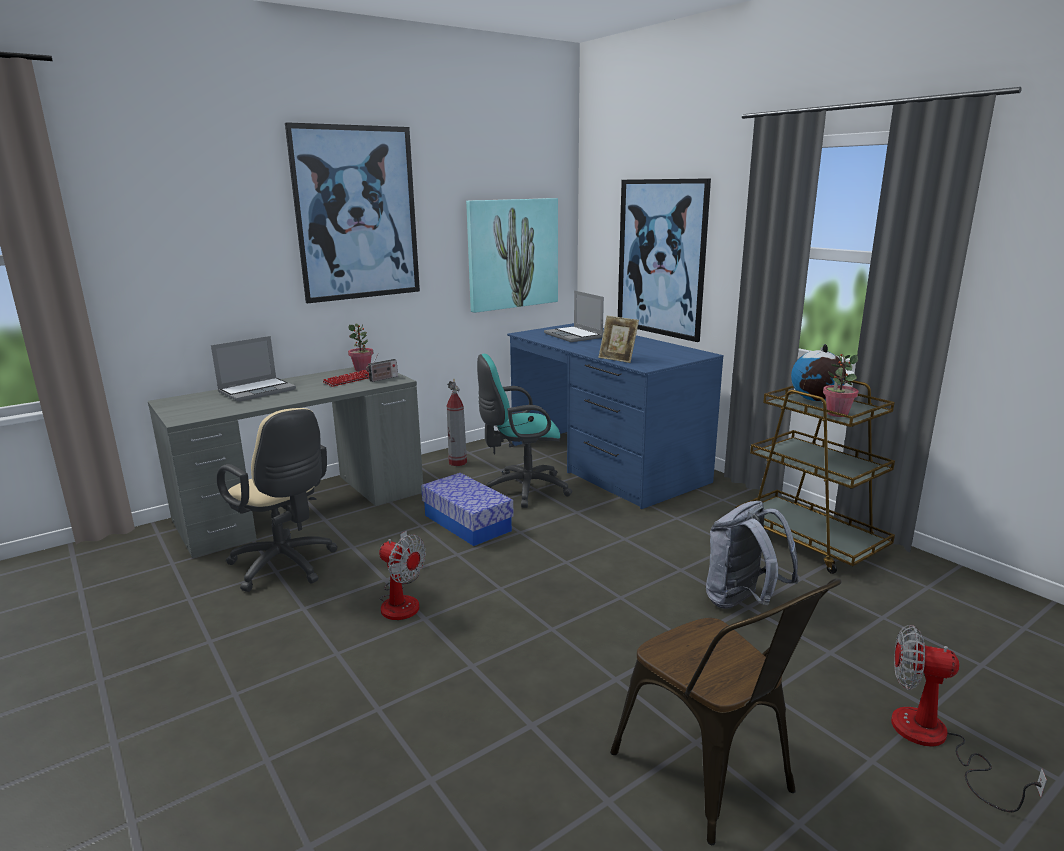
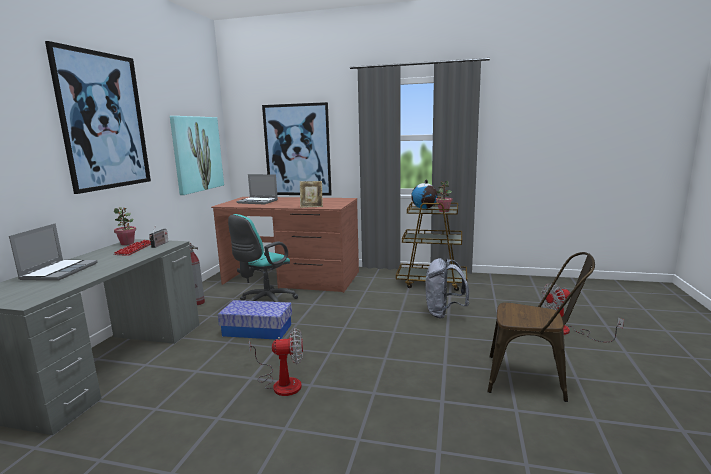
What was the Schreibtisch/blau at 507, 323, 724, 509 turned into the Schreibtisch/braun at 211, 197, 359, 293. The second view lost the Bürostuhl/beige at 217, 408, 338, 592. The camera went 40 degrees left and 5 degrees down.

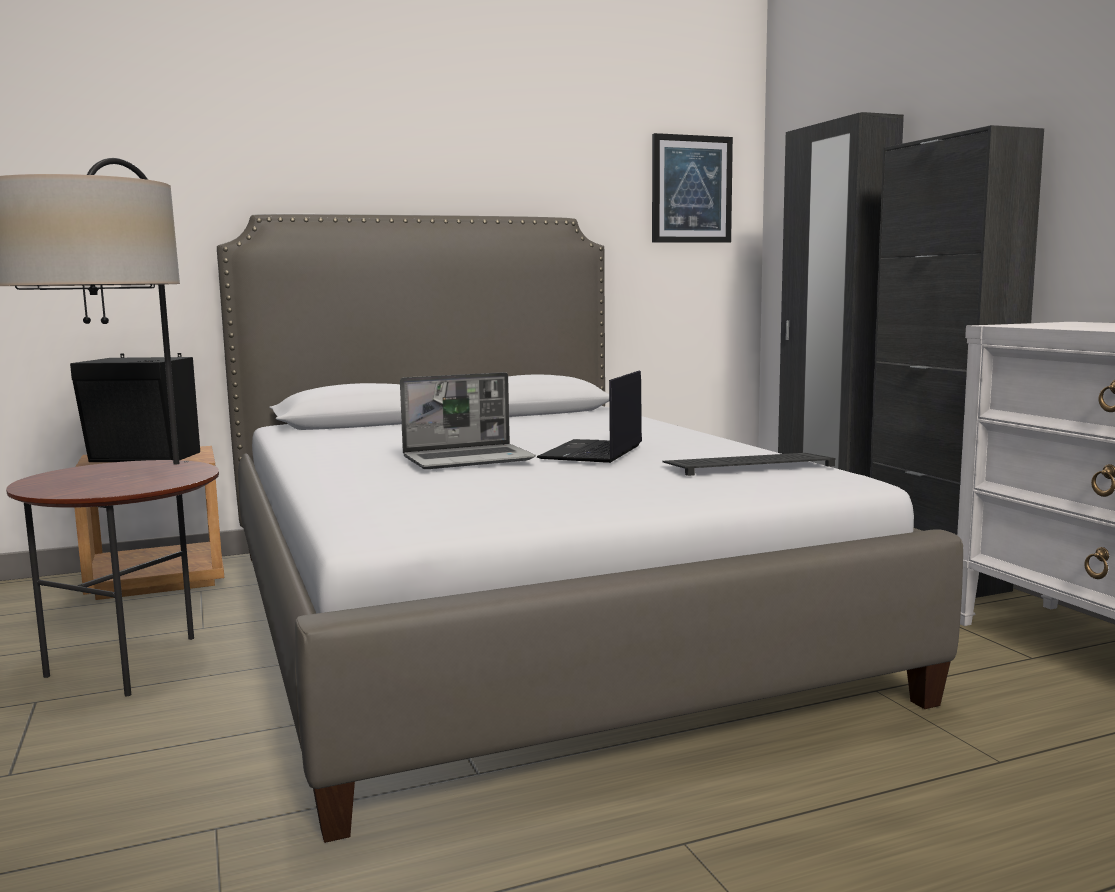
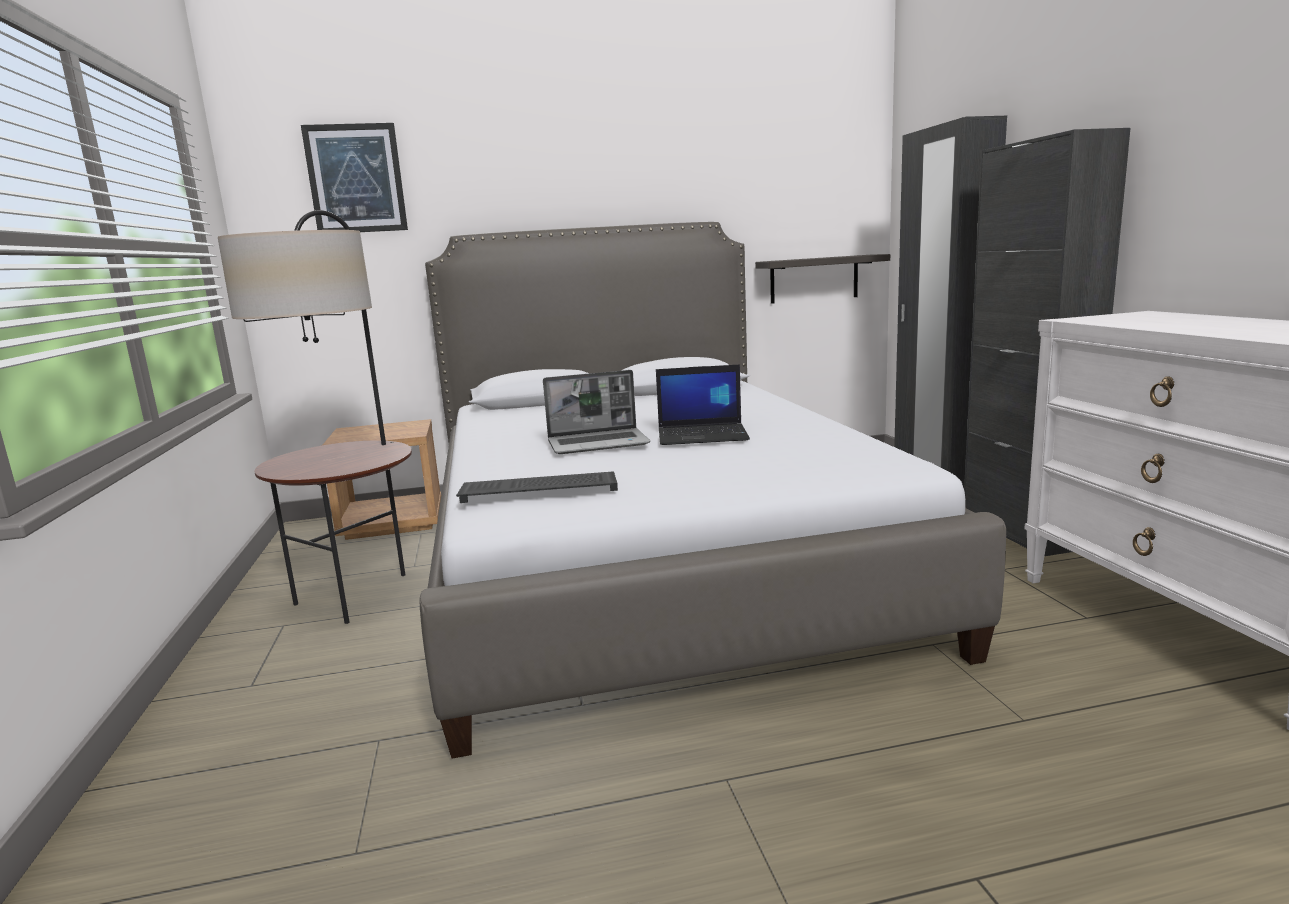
The Bild ended up elsewhere, having gone from 652, 133, 733, 243 to 301, 123, 408, 232. The Tastatur ended up elsewhere, having gone from 663, 453, 836, 476 to 456, 471, 618, 503. The Laptop at 537, 370, 642, 463 ended up facing another way, 120 degrees counterclockwise from before. The second view gained the Wandregal at 755, 254, 890, 304. The second view lost the Lautsprecher/schwarz at 70, 353, 200, 462. The camera went 10 degrees right and 5 degrees up.

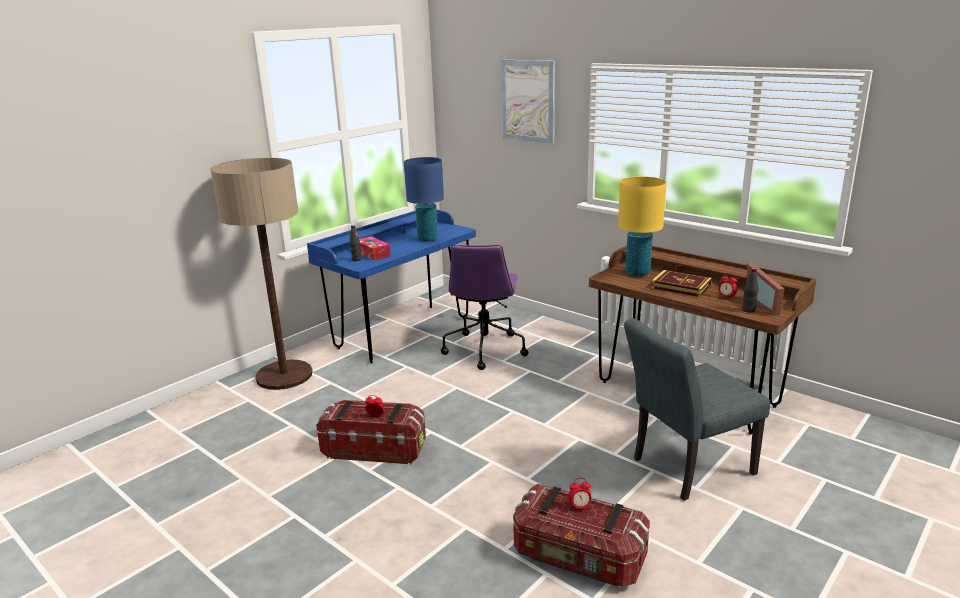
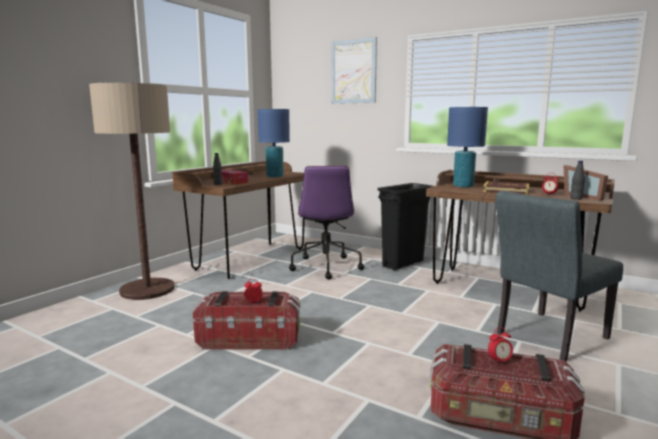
What was the Schreibtisch/blau at 307, 209, 476, 364 turned into the Schreibtisch/braun at 172, 161, 305, 279. The second view gained the Mülleimer/schwarz at 377, 183, 433, 270. What was the Tischlampe/gelb at 618, 176, 667, 276 turned into the Tischlampe/blau at 447, 107, 488, 188. The camera went 10 degrees left and 10 degrees down.

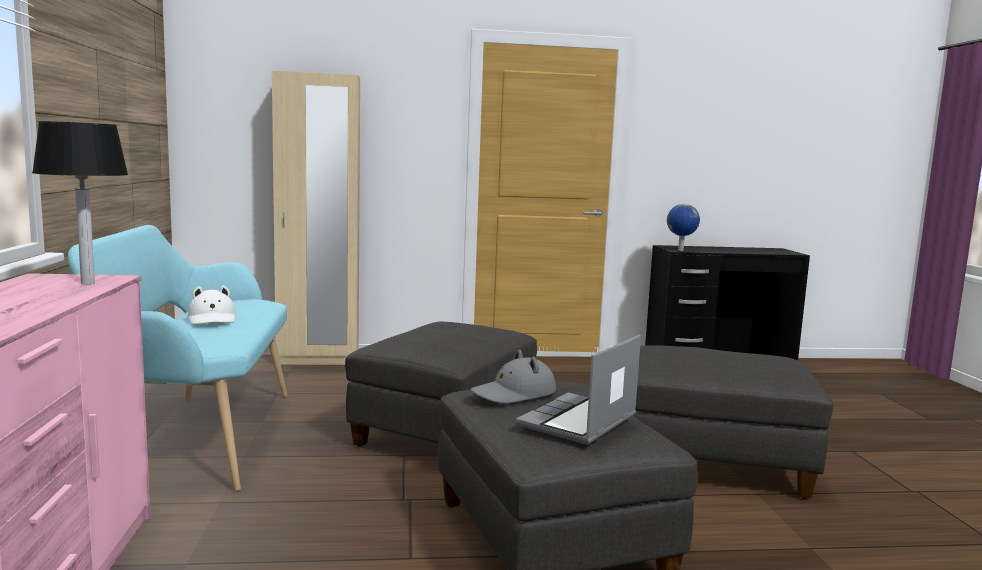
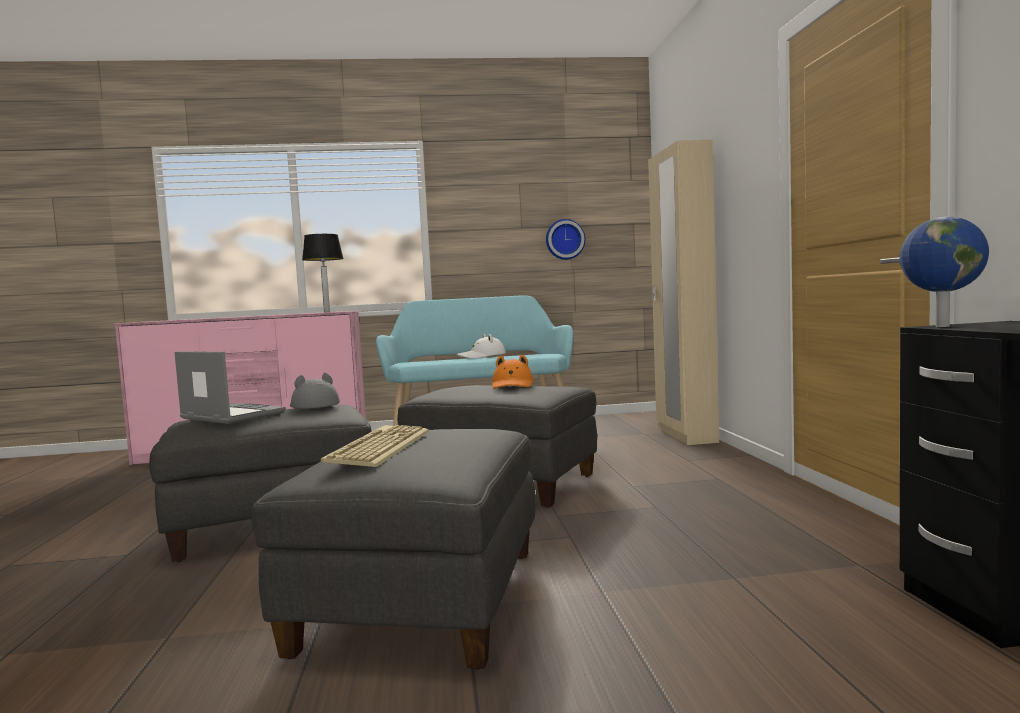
The second view gained the Tastatur at 321, 425, 429, 467. The second view gained the Hut/orange at 492, 355, 533, 389. The second view gained the Wanduhr at 546, 219, 585, 260. The camera went 90 degrees right and 5 degrees down.

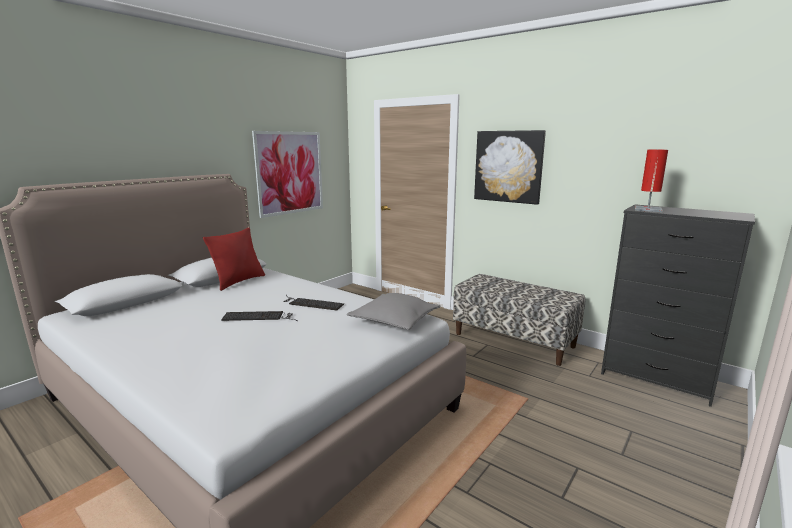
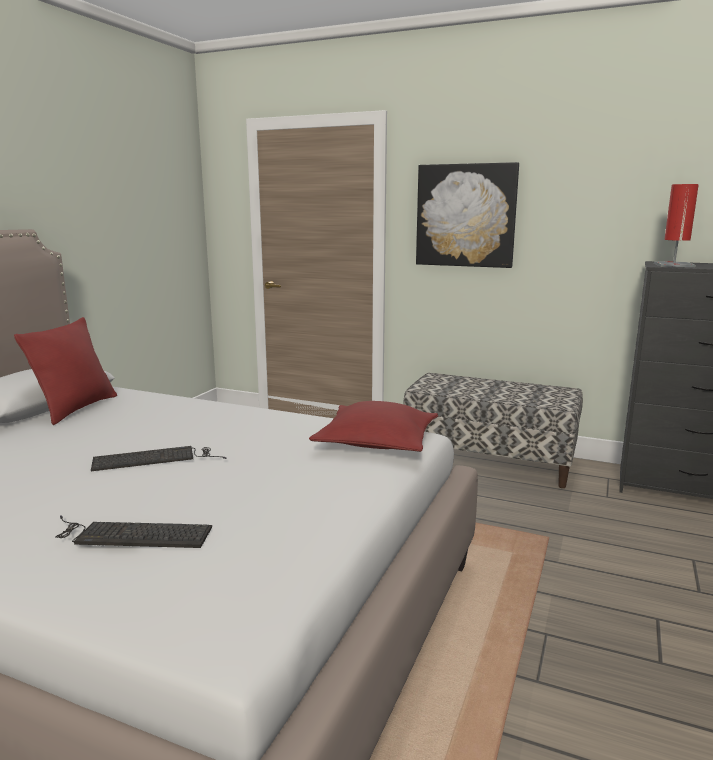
The Tastatur ended up elsewhere, having gone from 283, 295, 344, 311 to 55, 515, 212, 548. What was the Kissen/grau at 347, 293, 441, 330 turned into the Kissen/rot at 309, 401, 438, 452. The second view lost the Bild at 252, 131, 323, 218. The camera went 15 degrees left and 0 degrees up.

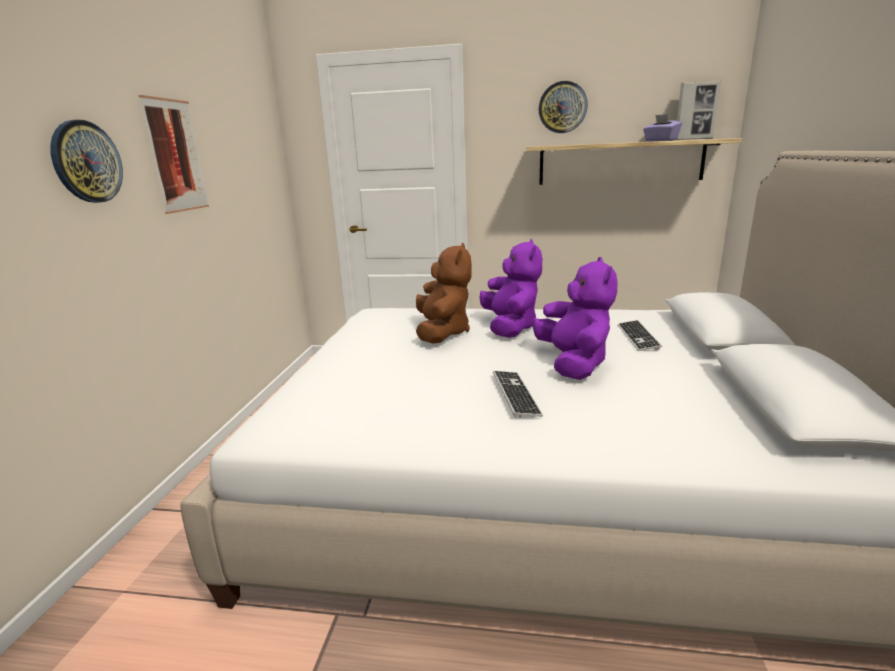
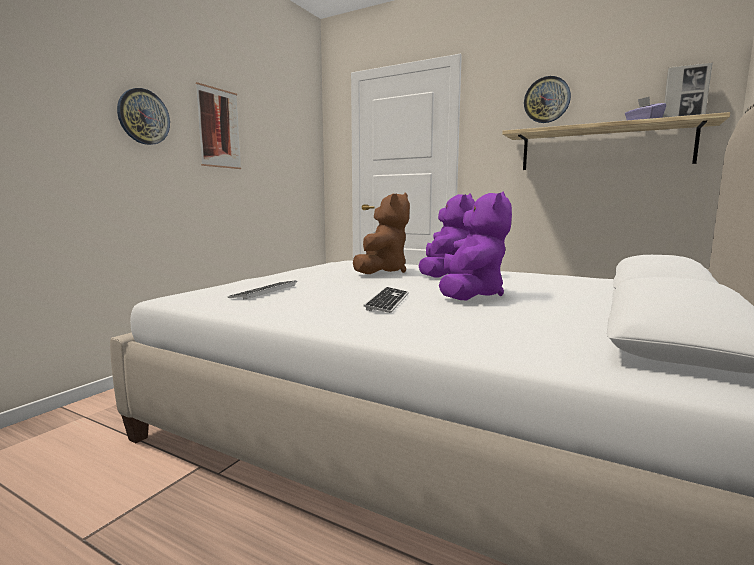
The Tastatur ended up elsewhere, having gone from 618, 320, 662, 351 to 228, 281, 297, 299. The camera went 20 degrees right and 10 degrees down.

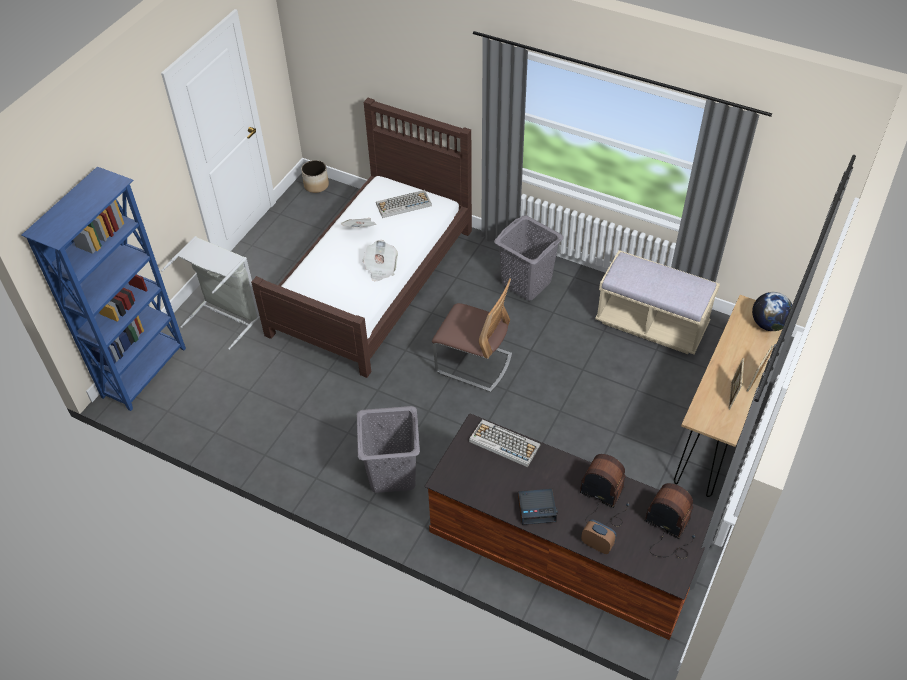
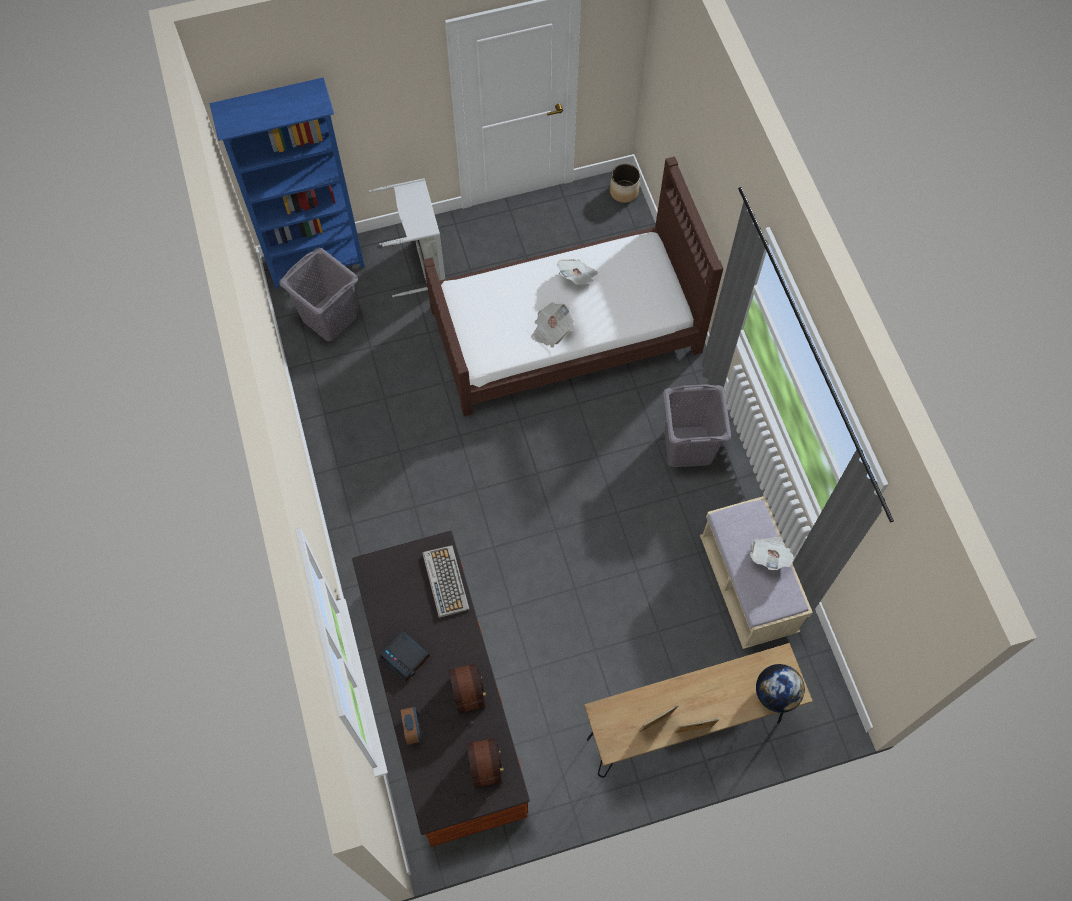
The Wäschekorb/grau ended up elsewhere, having gone from 357, 406, 420, 493 to 279, 248, 358, 342. The second view gained the Zeitung at 750, 536, 795, 570. The second view lost the Tastatur at 376, 190, 432, 218. The second view lost the Stuhl at 432, 278, 512, 392. The camera went 45 degrees right and 15 degrees up.

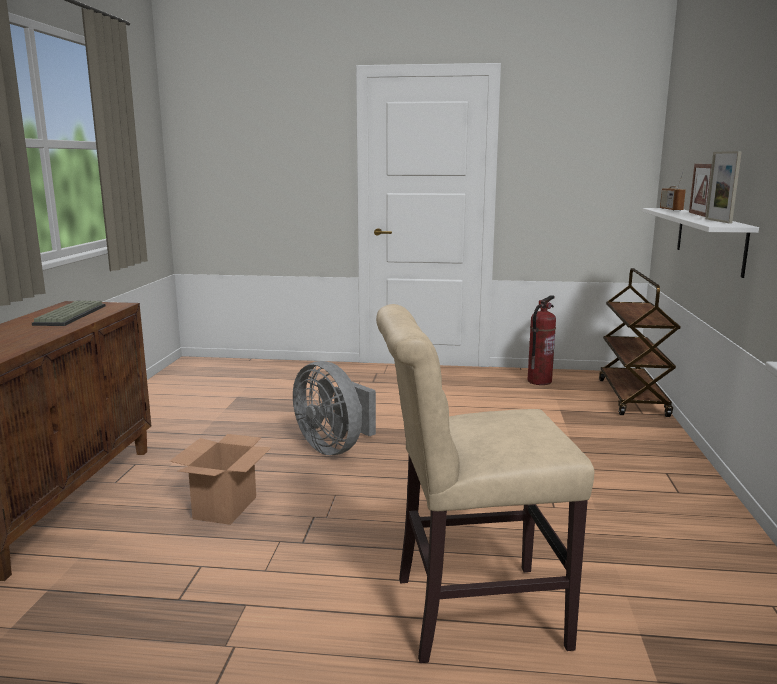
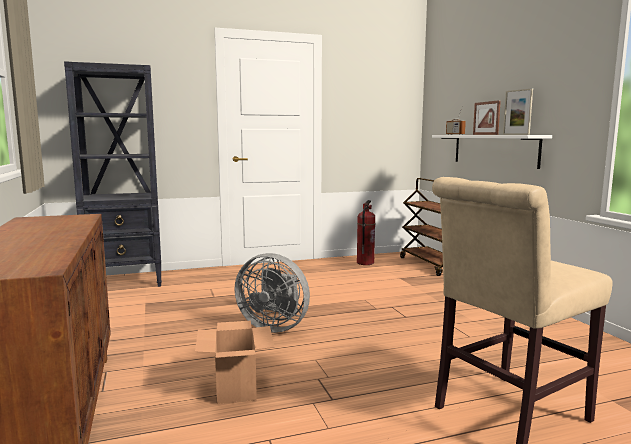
The second view gained the Bücherregal/schwarz at 64, 61, 162, 287. The second view lost the Tastatur at 32, 301, 106, 326. The camera went 25 degrees left and 5 degrees down.

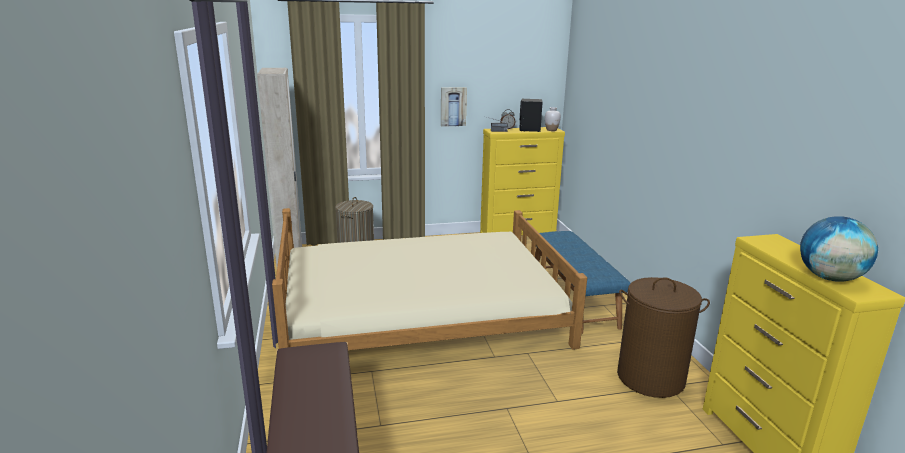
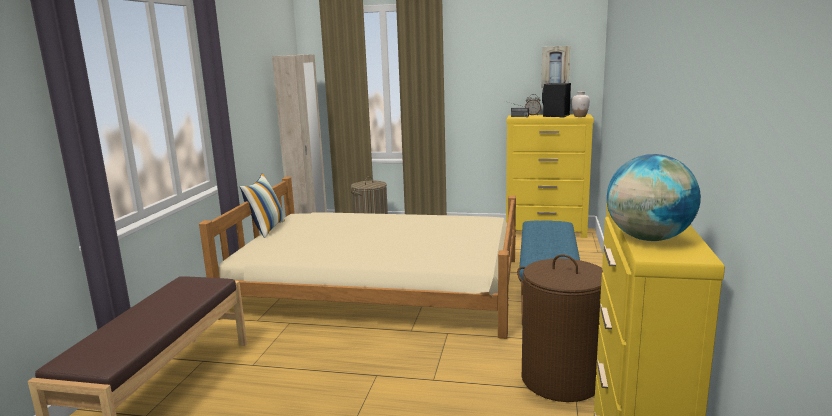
The second view gained the Kissen at 240, 173, 285, 238. The Bild ended up elsewhere, having gone from 441, 87, 467, 127 to 541, 46, 570, 88. The camera went 25 degrees right and 5 degrees down.

